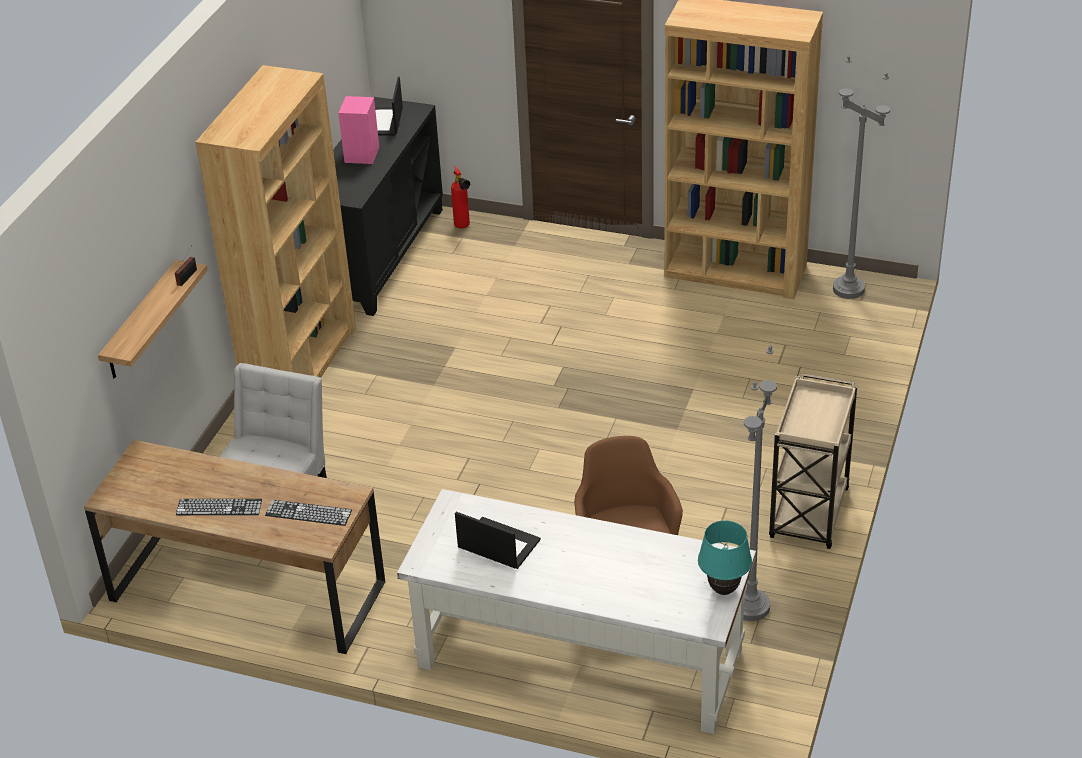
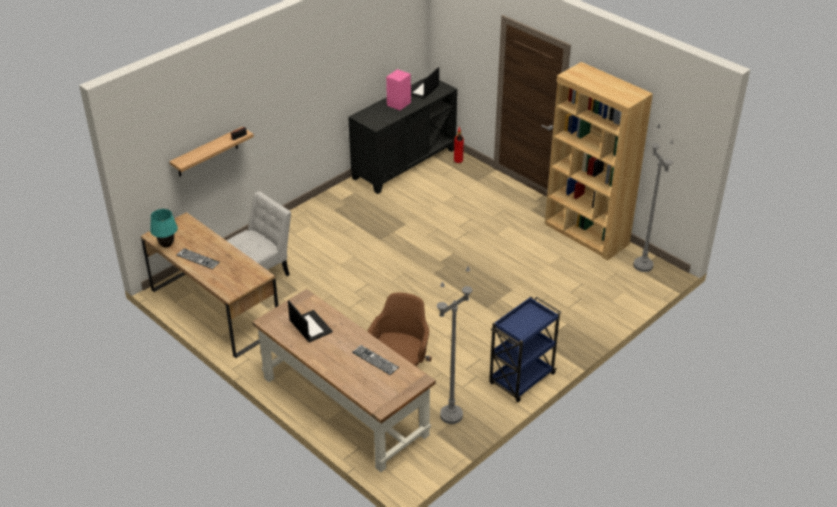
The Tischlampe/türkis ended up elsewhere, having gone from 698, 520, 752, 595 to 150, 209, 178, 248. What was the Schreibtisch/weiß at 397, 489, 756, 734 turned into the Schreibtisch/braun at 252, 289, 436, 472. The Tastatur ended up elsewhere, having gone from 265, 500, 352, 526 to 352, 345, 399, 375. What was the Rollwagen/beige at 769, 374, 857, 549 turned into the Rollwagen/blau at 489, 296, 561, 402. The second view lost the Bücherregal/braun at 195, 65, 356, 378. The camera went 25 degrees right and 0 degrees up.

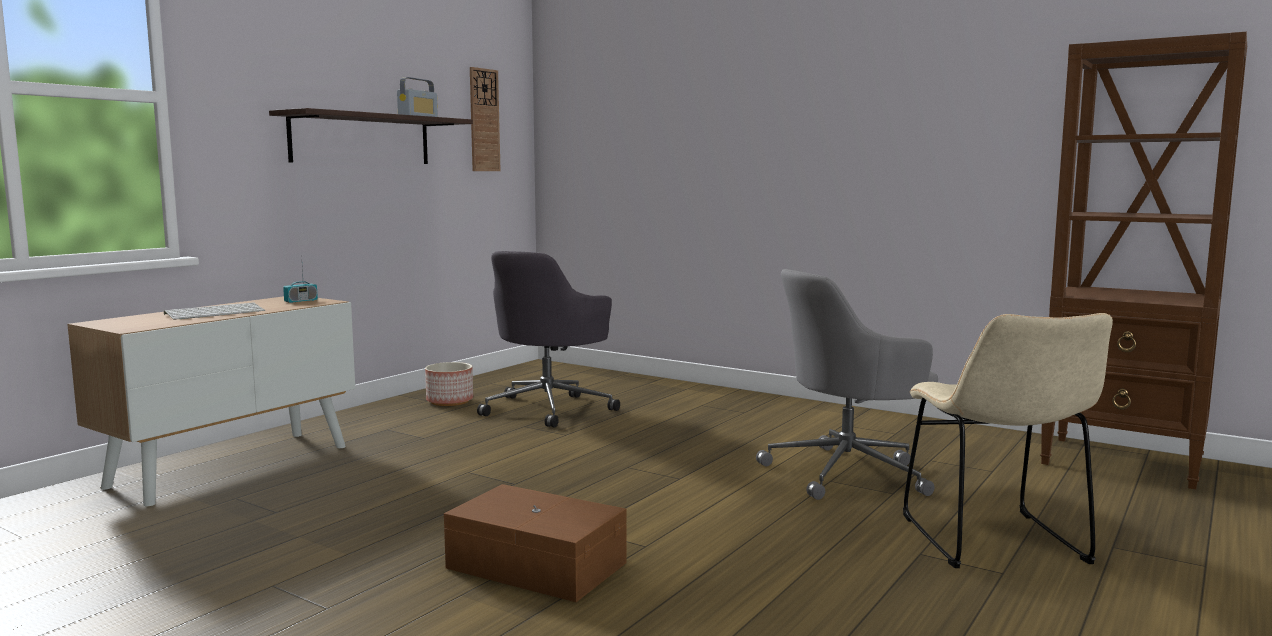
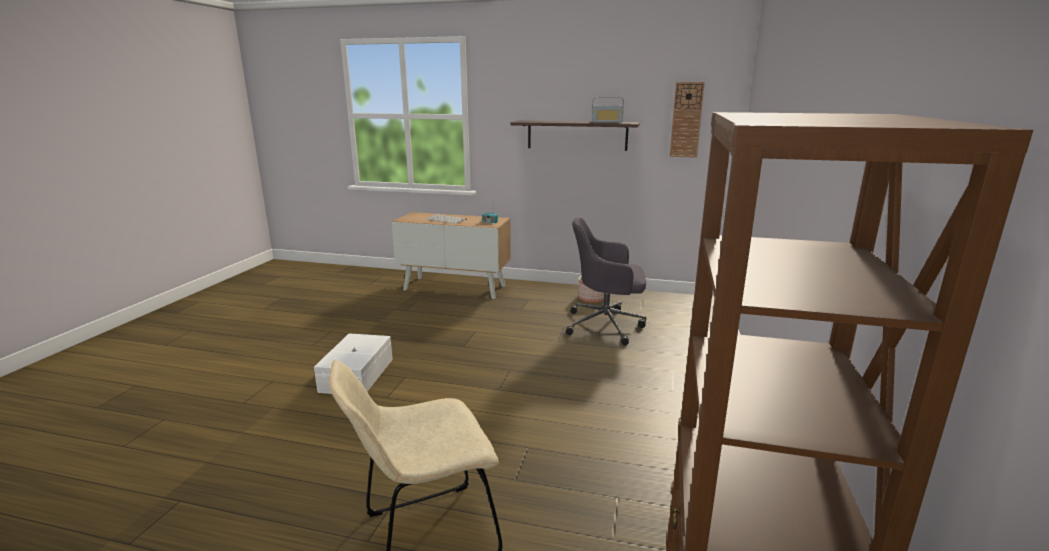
What was the Aufbewahrungsbox/braun at 444, 484, 627, 602 turned into the Aufbewahrungsbox/weiß at 314, 333, 393, 394. The second view lost the Bürostuhl/grau at 756, 269, 938, 500. The camera went 70 degrees right and 10 degrees up.

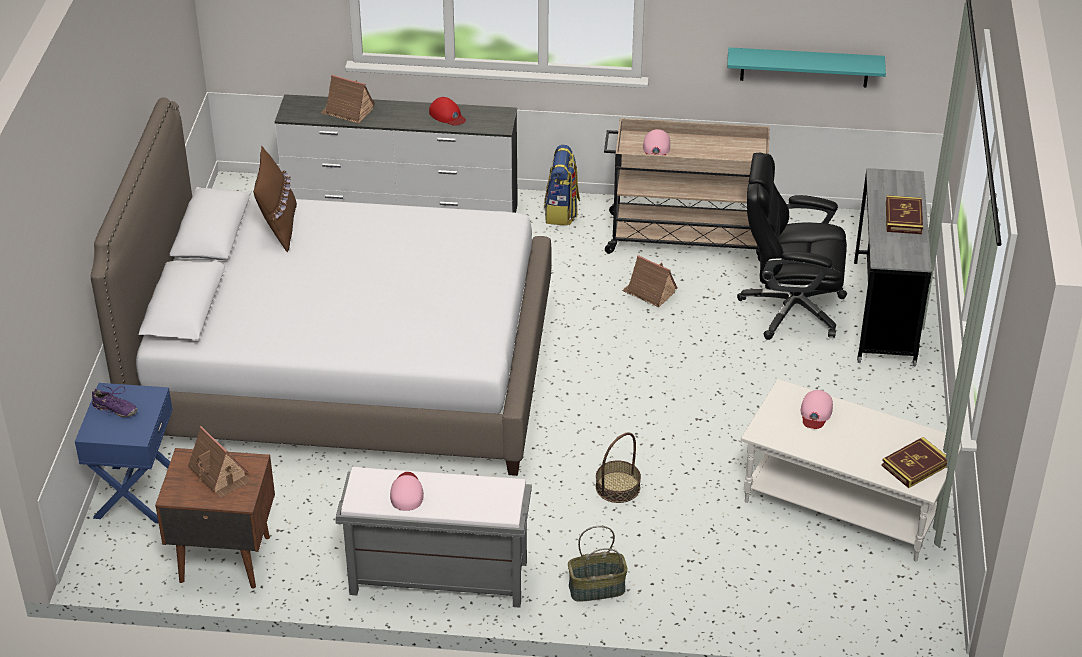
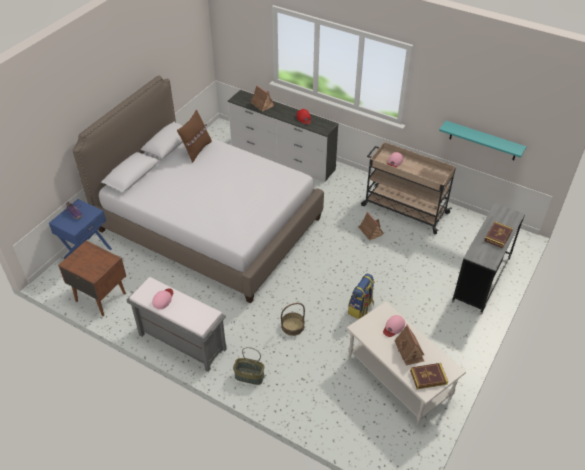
The Rucksack ended up elsewhere, having gone from 544, 145, 580, 225 to 348, 273, 375, 319. The Spielzeughaus ended up elsewhere, having gone from 188, 426, 251, 498 to 394, 324, 425, 366. The second view lost the Bürostuhl/schwarz at 737, 153, 847, 340. The camera went 25 degrees right and 5 degrees up.

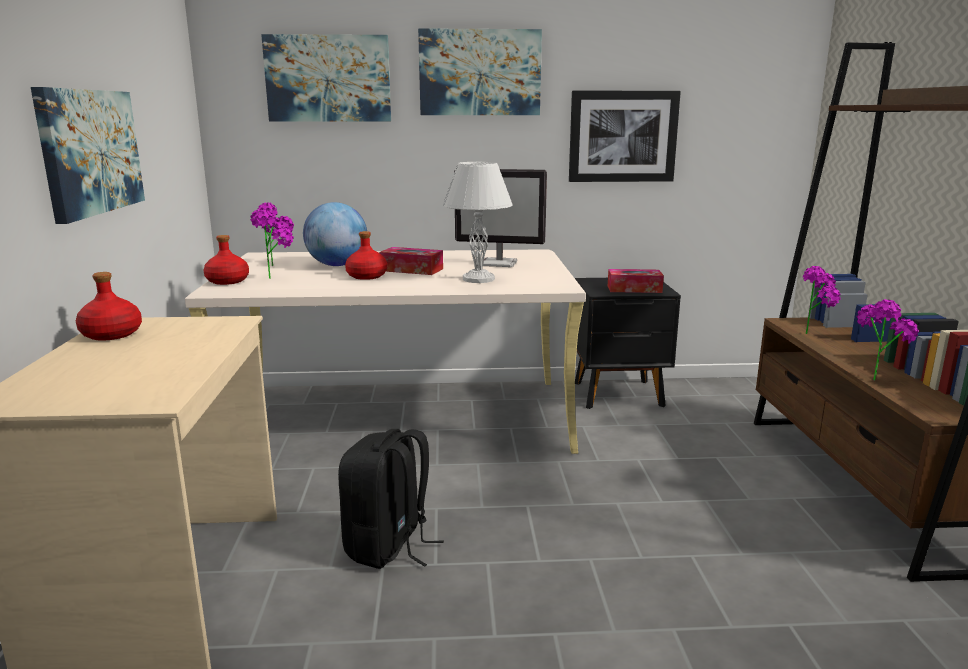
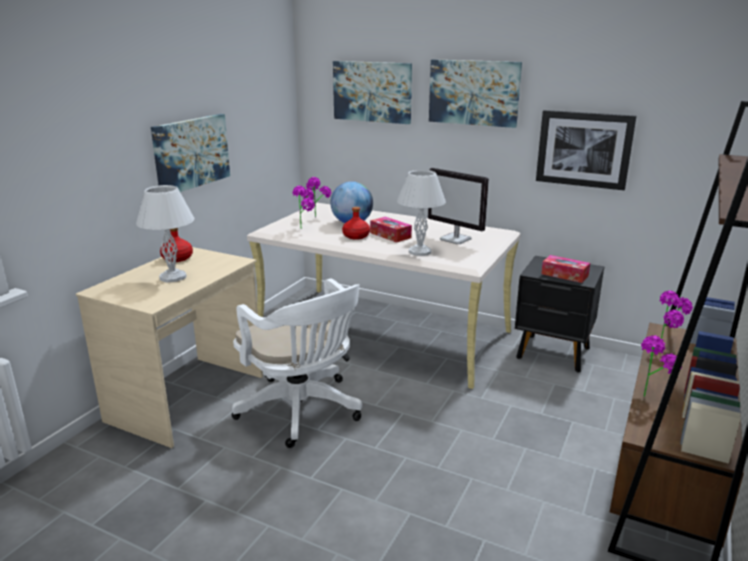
The second view gained the Tischlampe/weiß at 136, 185, 195, 283. Where the Rucksack/schwarz stood at 338, 429, 444, 569, the Bürostuhl/weiß came to stand at 232, 278, 362, 448. The second view lost the Flasche/rot at 204, 235, 249, 285. The camera went 30 degrees right and 5 degrees up.

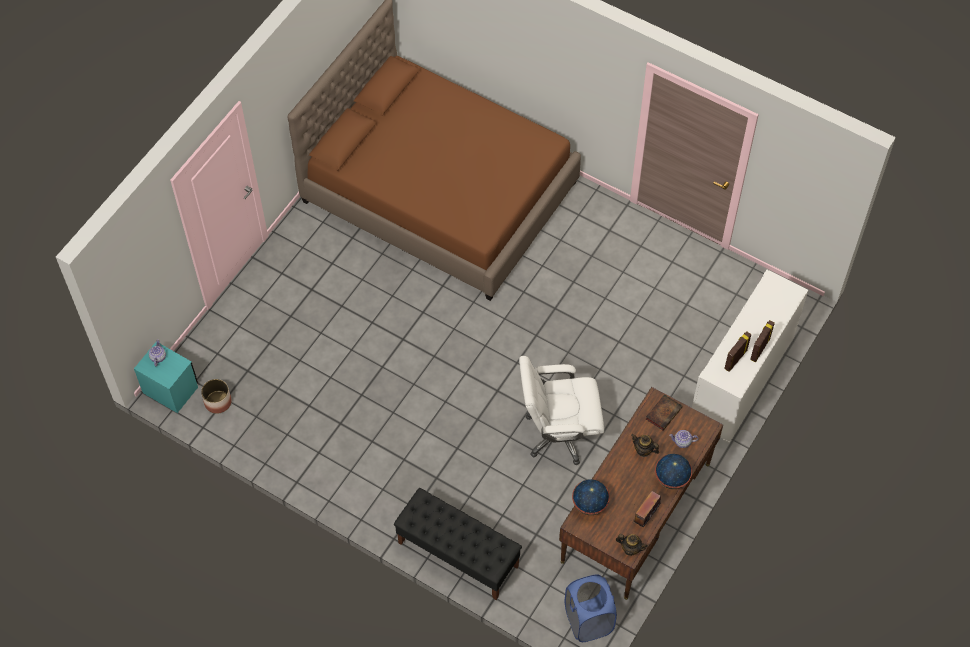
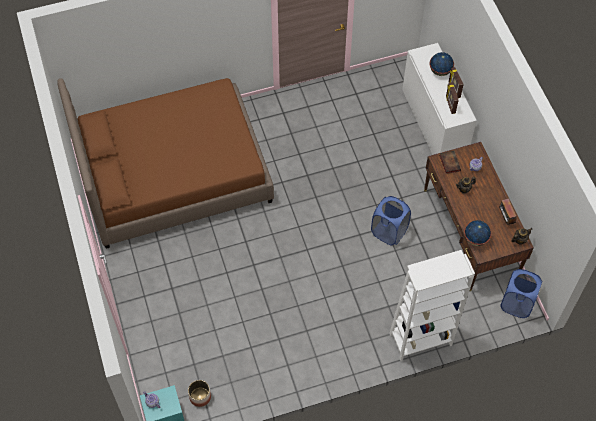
Where the Bürostuhl/weiß stood at 519, 356, 604, 465, the Wäschekorb/blau came to stand at 371, 196, 411, 245. Where the Bank/schwarz stood at 394, 488, 522, 600, the Bücherregal/weiß came to stand at 389, 250, 475, 361. The Globus ended up elsewhere, having gone from 655, 454, 692, 489 to 430, 52, 454, 76. The camera went 50 degrees left and 0 degrees up.

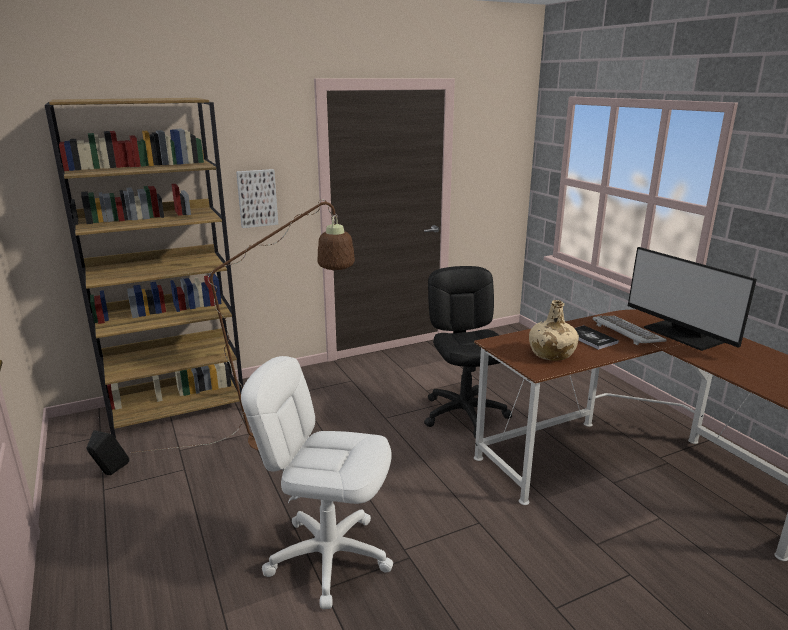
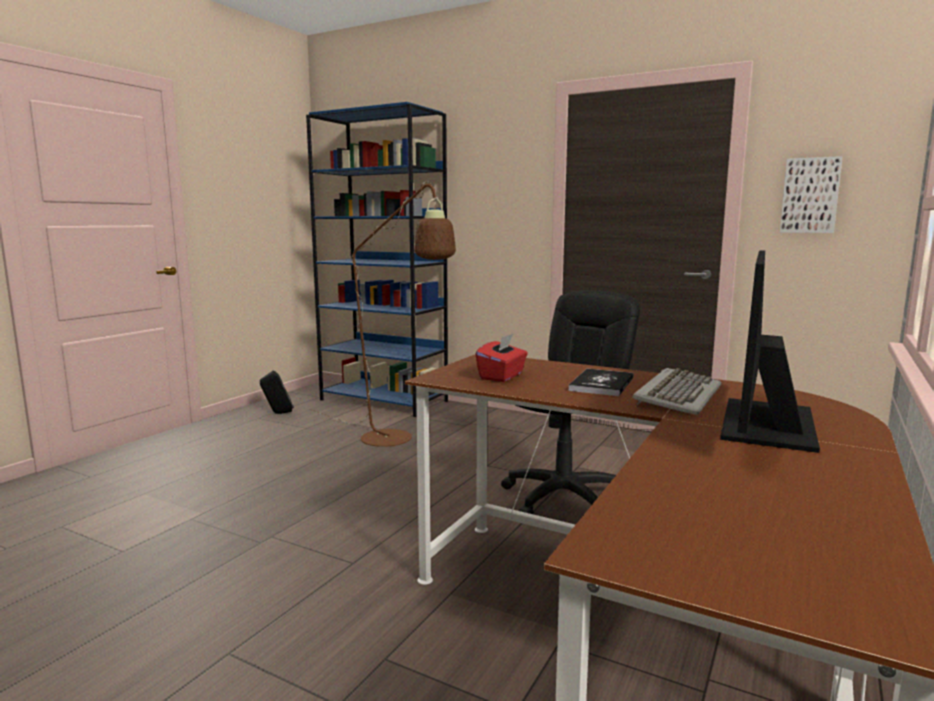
What was the Bücherregal/braun at 44, 98, 243, 438 turned into the Bücherregal/blau at 306, 102, 448, 417. Where the Flasche/beige stood at 529, 300, 579, 361, the Taschentuchbox/rot came to stand at 475, 333, 528, 382. The Bild ended up elsewhere, having gone from 236, 169, 278, 228 to 780, 156, 843, 233. The second view lost the Bürostuhl/weiß at 241, 356, 393, 609. The camera went 55 degrees right and 10 degrees down.

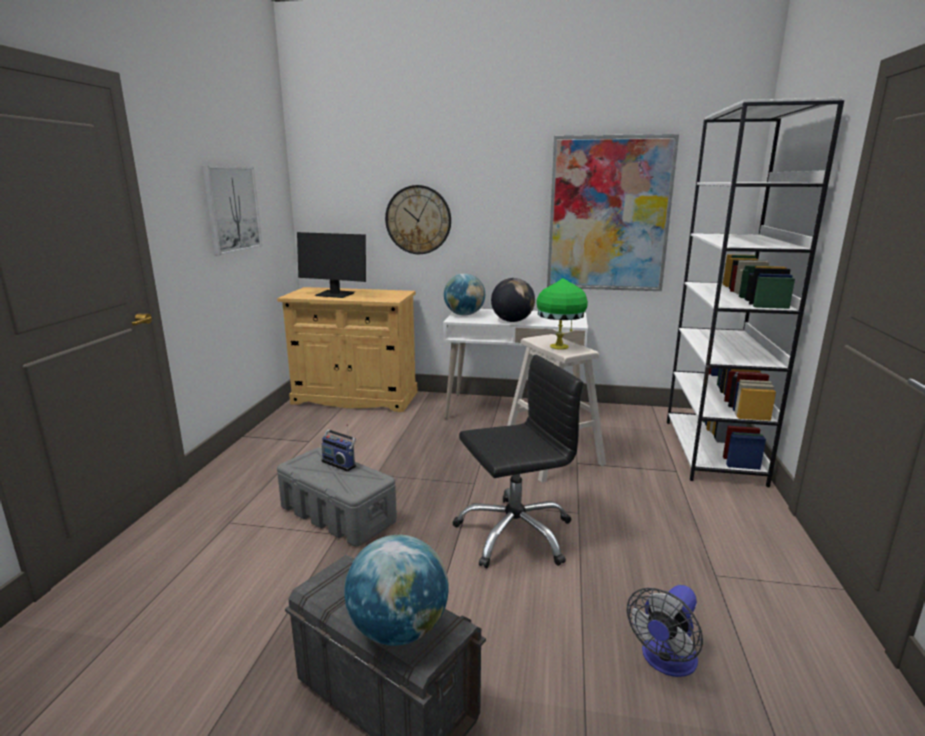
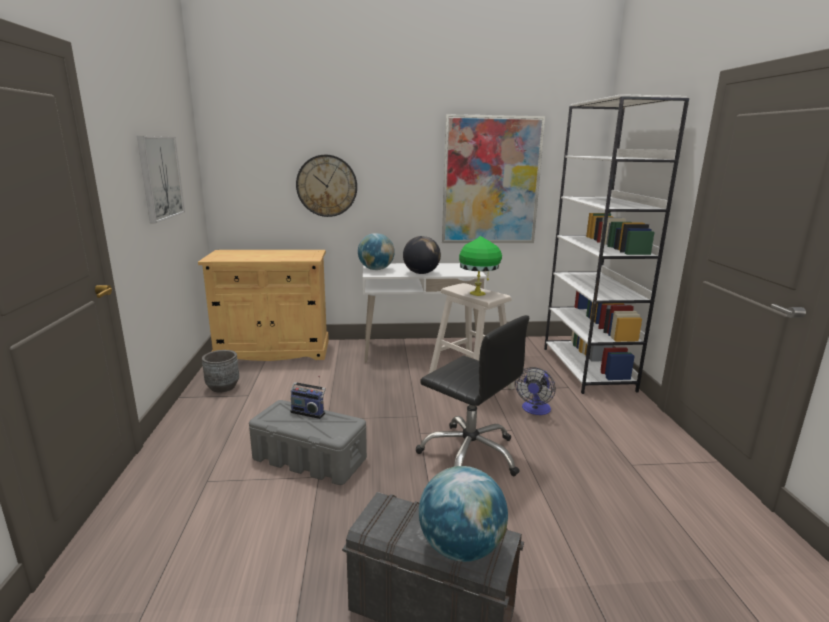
The second view gained the Pflanzkübel/grau at 202, 350, 239, 393. The Bürostuhl/schwarz at 452, 355, 583, 568 ended up facing another way, 75 degrees clockwise from before. The Ventilator ended up elsewhere, having gone from 627, 585, 703, 677 to 515, 367, 556, 415. The second view lost the Monitor at 297, 232, 366, 298. The camera went 15 degrees left and 0 degrees up.

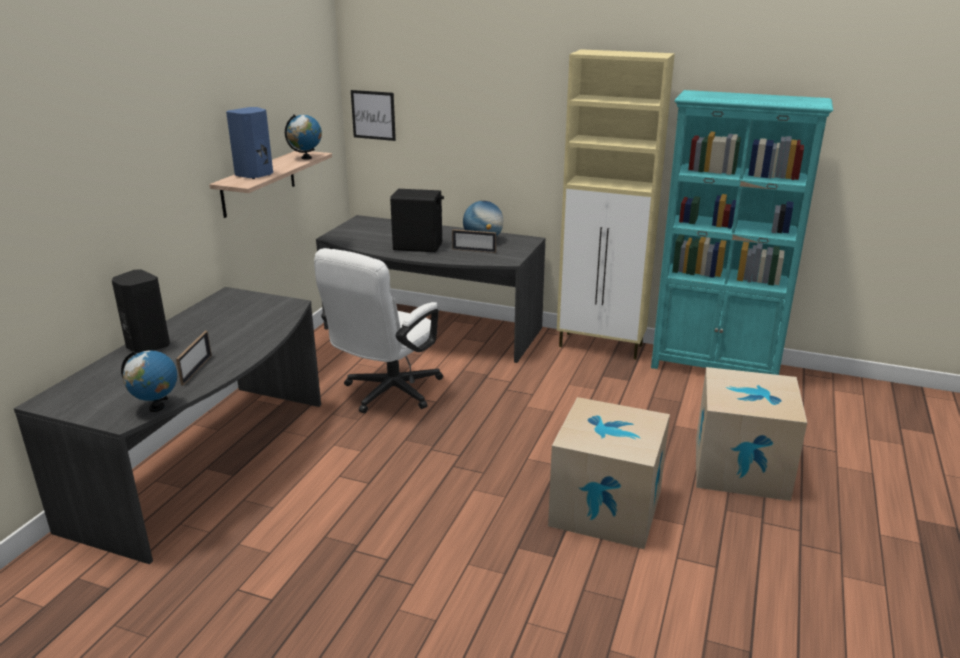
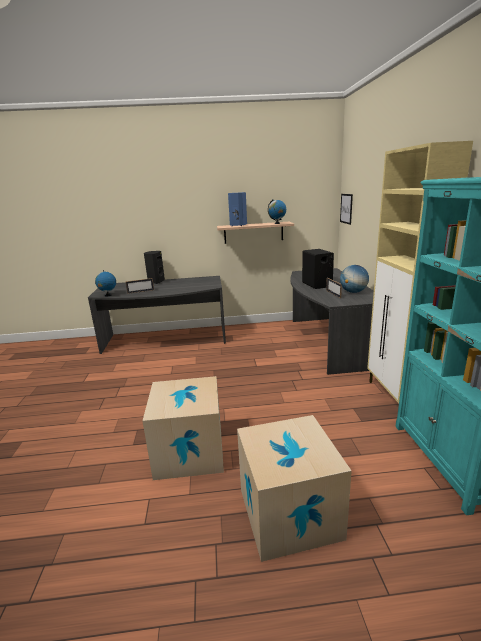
The second view lost the Bürostuhl/weiß at 314, 248, 443, 413. The camera went 65 degrees right and 5 degrees down.

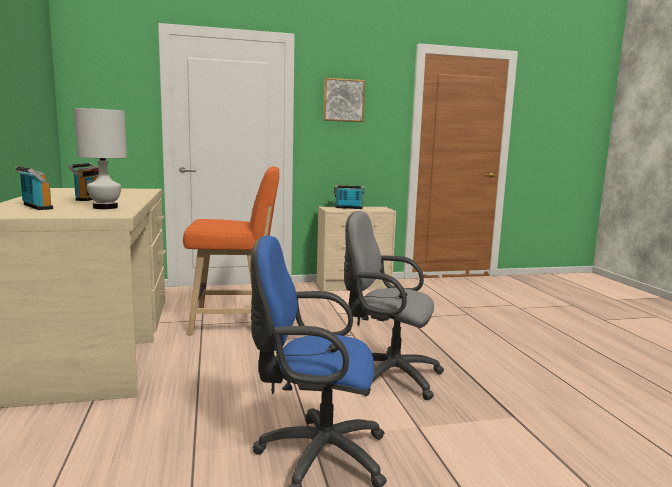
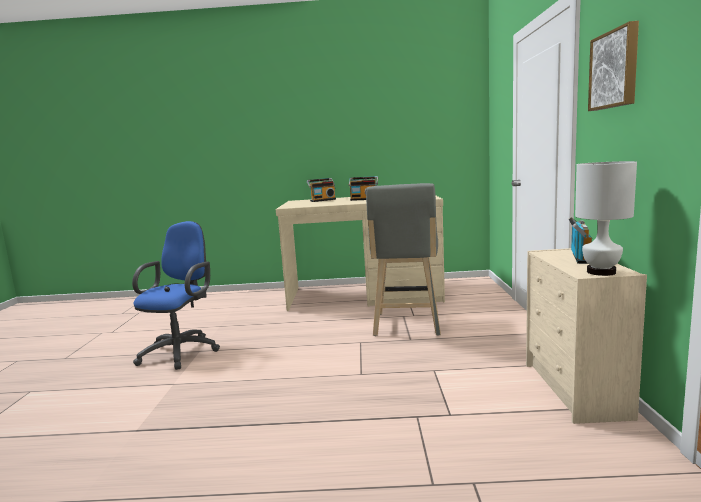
What was the Hocker/orange at 183, 166, 279, 335 turned into the Hocker/grau at 366, 183, 441, 336. The Tischlampe/weiß ended up elsewhere, having gone from 74, 108, 127, 209 to 575, 161, 637, 276. The second view lost the Bürostuhl/grau at 344, 211, 444, 400. The camera went 105 degrees right and 0 degrees up.

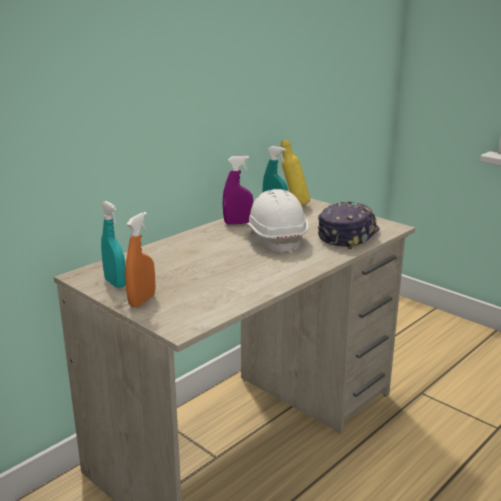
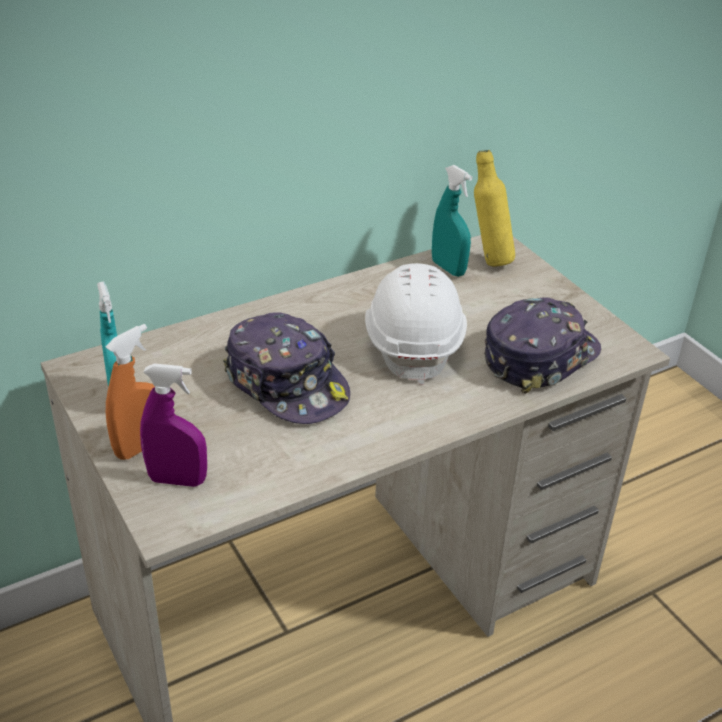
The Sprühflasche/lila ended up elsewhere, having gone from 222, 156, 253, 224 to 140, 364, 207, 487. The second view gained the Kappe at 223, 312, 350, 424. The camera went 15 degrees right and 15 degrees up.

